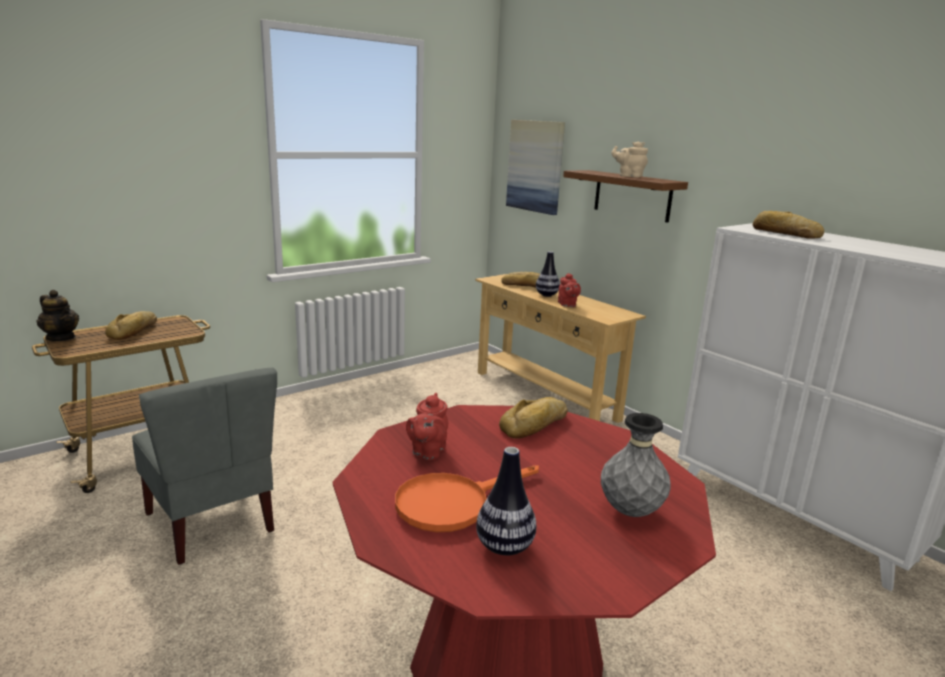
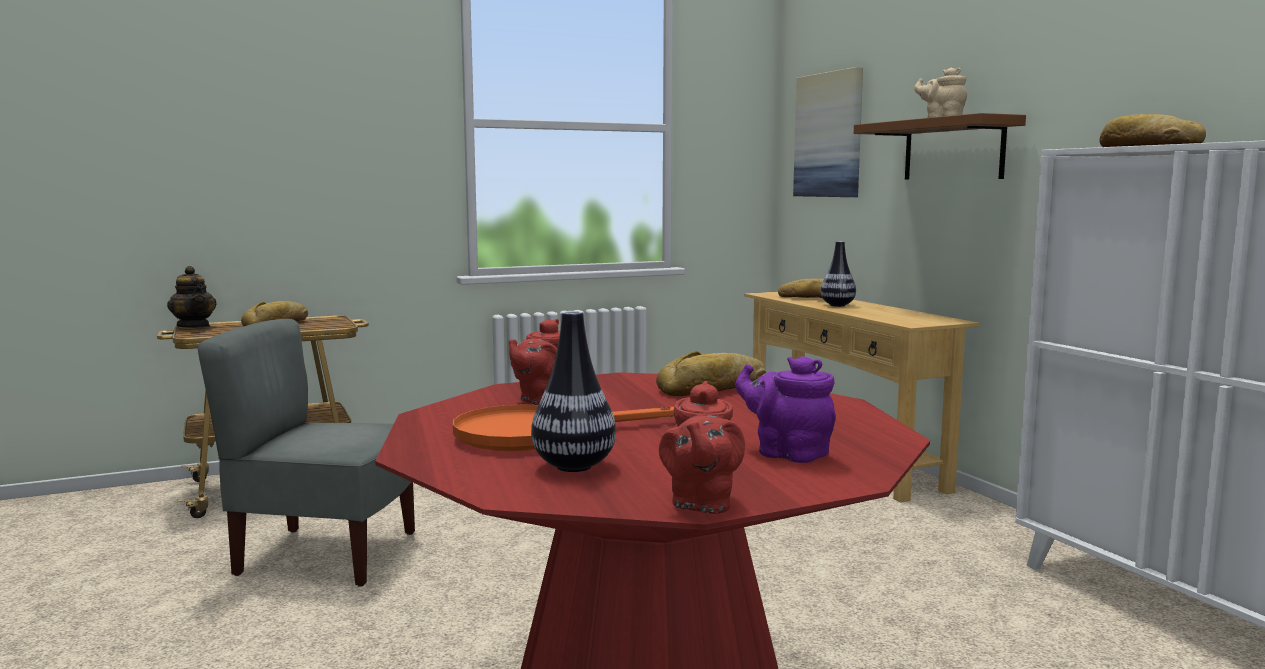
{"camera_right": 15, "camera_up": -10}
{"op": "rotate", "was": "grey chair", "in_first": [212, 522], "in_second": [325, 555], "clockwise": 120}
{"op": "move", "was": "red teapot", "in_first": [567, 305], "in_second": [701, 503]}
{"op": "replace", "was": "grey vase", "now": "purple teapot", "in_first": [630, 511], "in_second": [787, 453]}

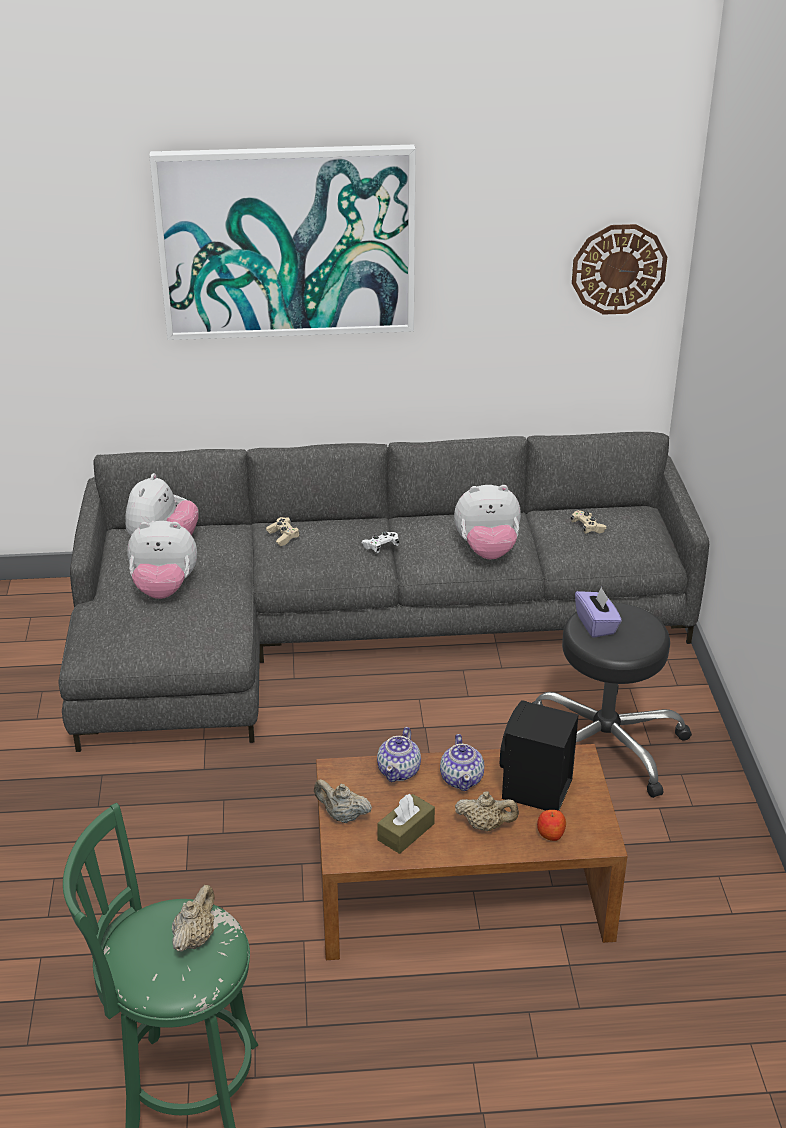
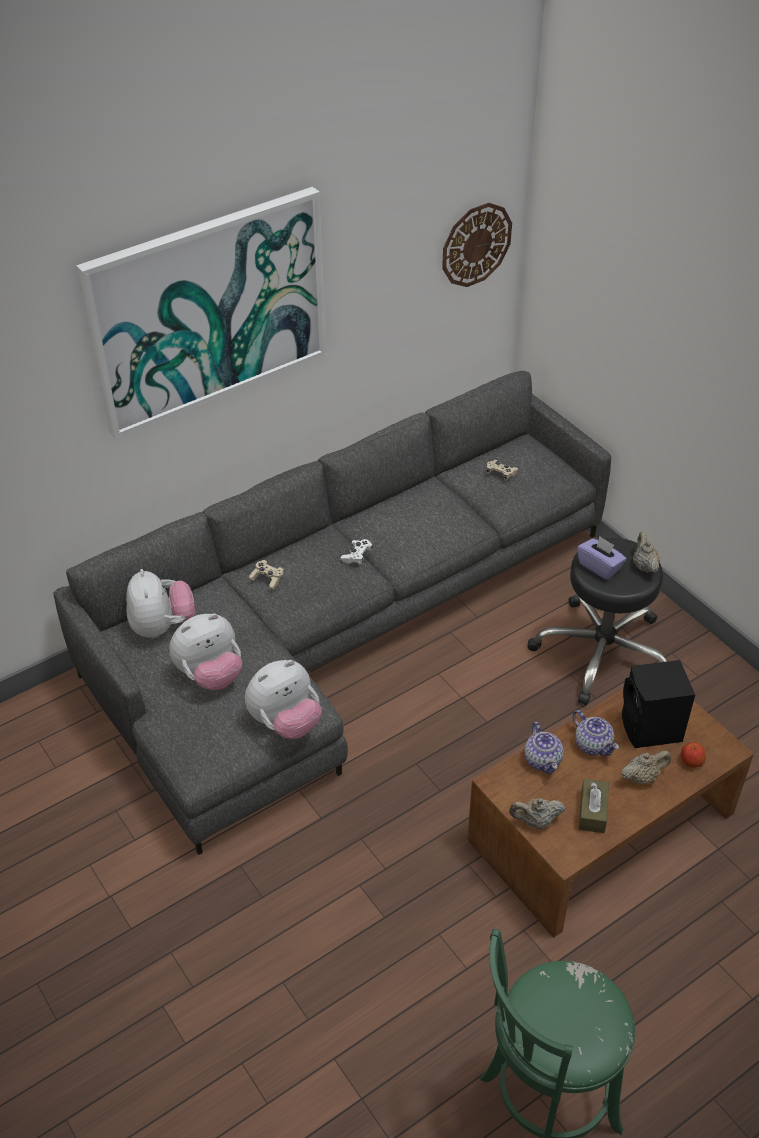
{"camera_right": -30, "camera_up": 10}
{"op": "move", "was": "plush toy", "in_first": [487, 551], "in_second": [285, 722]}
{"op": "move", "was": "beige teapot", "in_first": [195, 937], "in_second": [644, 565]}

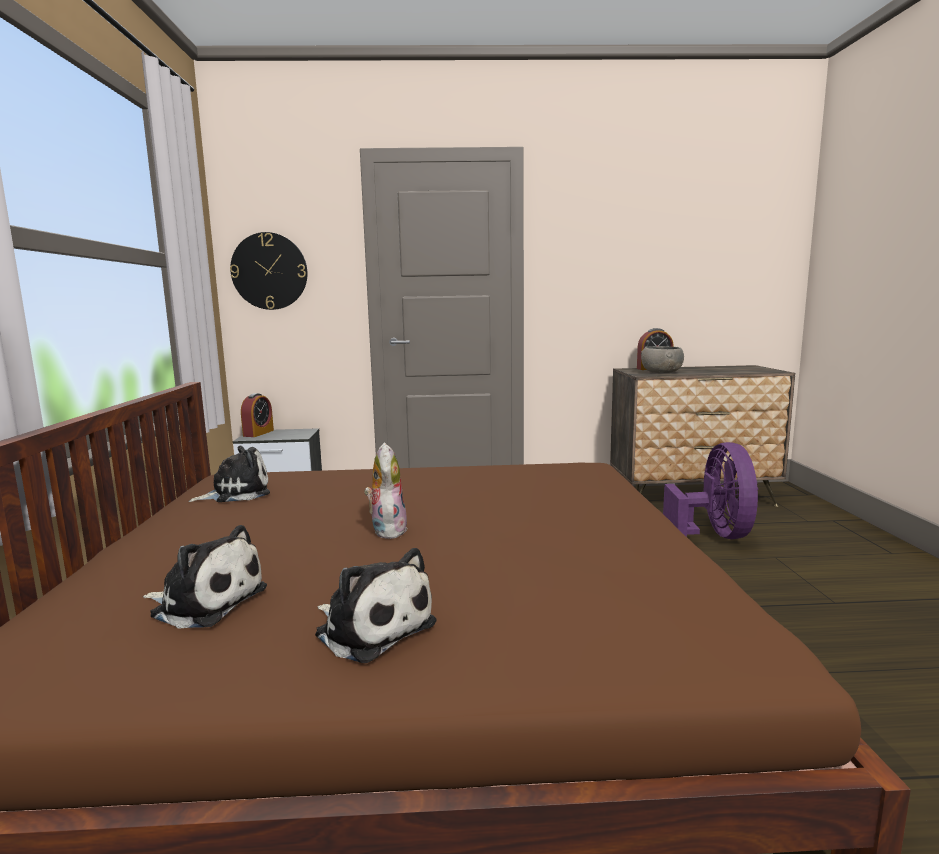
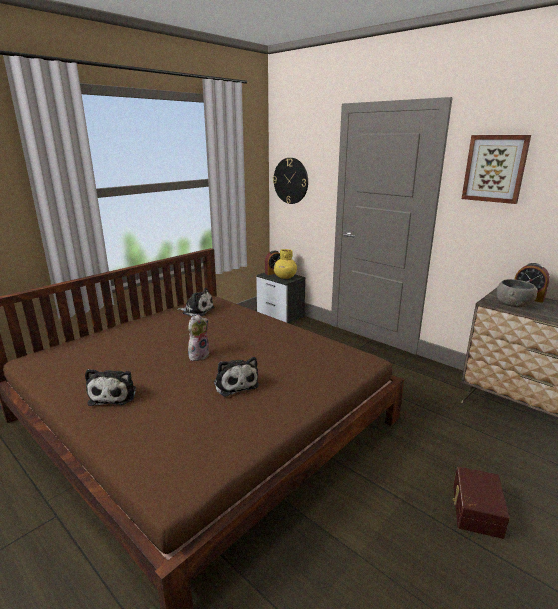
{"camera_right": 45, "camera_up": 10}
{"op": "move", "was": "plush toy", "in_first": [206, 602], "in_second": [235, 383]}
{"op": "insert", "now": "yellow vase", "in_second": [285, 277]}
{"op": "insert", "now": "brown storage box", "in_second": [475, 510]}
{"op": "insert", "now": "picture", "in_second": [495, 168]}
{"op": "delete", "was": "purple fan", "in_first": [714, 537]}

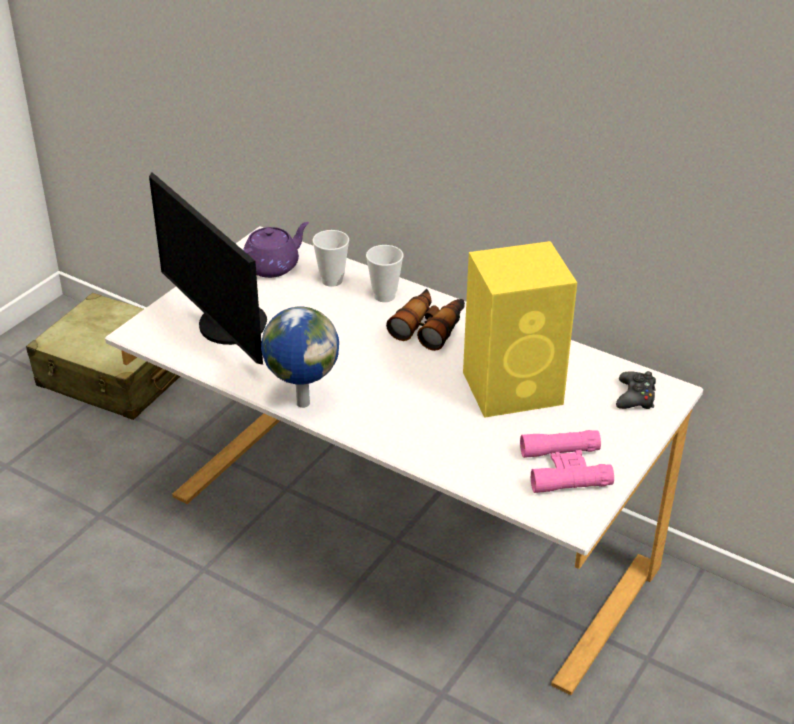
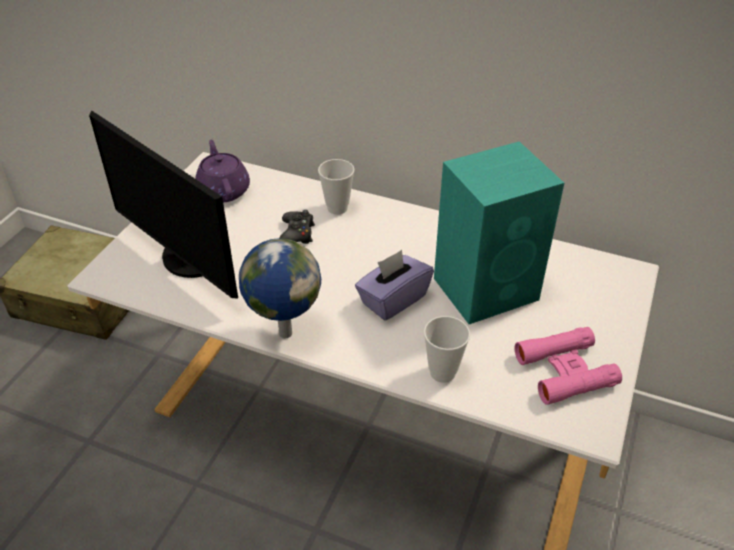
{"camera_right": -10, "camera_up": 5}
{"op": "rotate", "was": "purple teapot", "in_first": [272, 266], "in_second": [223, 190], "clockwise": -60}
{"op": "move", "was": "black game controller", "in_first": [635, 397], "in_second": [297, 234]}
{"op": "insert", "now": "purple tissue box", "in_second": [393, 299]}
{"op": "move", "was": "cup", "in_first": [332, 280], "in_second": [442, 372]}
{"op": "recolor", "was": "yellow speaker", "now": "turquoise speaker", "in_first": [515, 388], "in_second": [488, 288]}
{"op": "delete", "was": "binoculars", "in_first": [429, 326]}

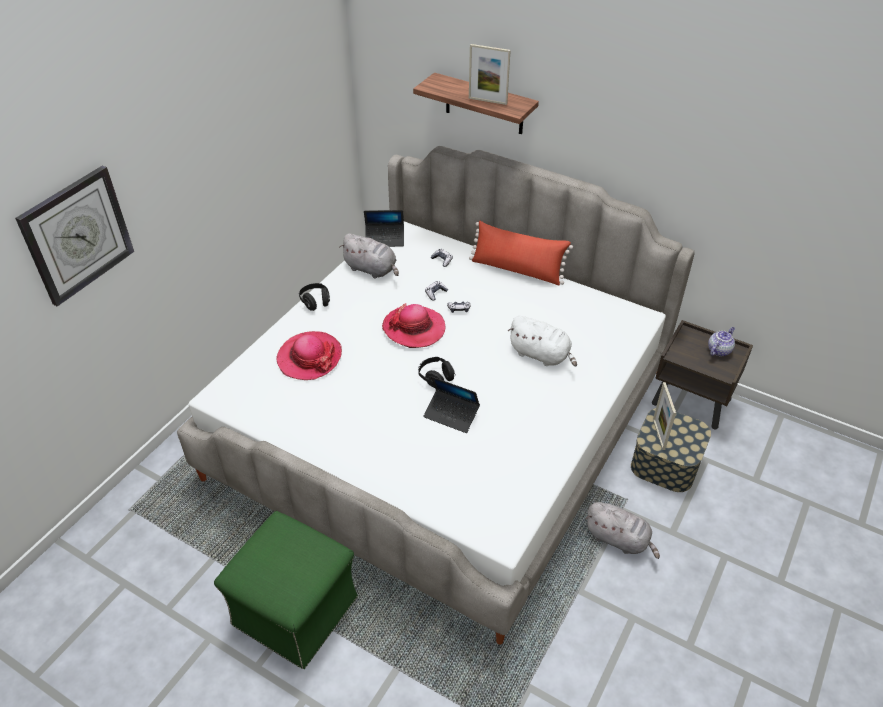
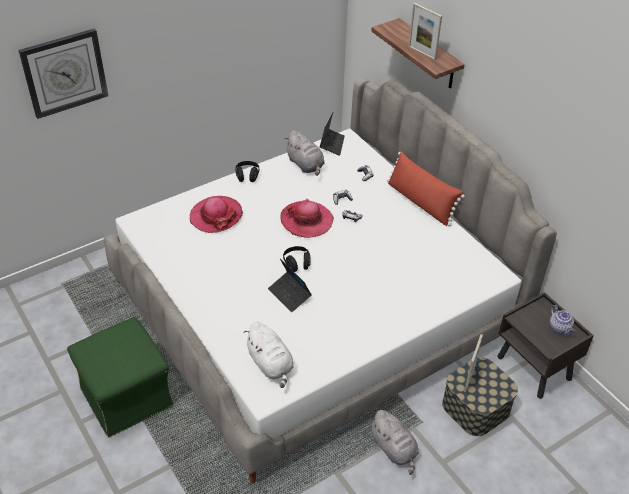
{"camera_right": 25, "camera_up": 0}
{"op": "move", "was": "white plush toy", "in_first": [541, 355], "in_second": [271, 364]}
{"op": "rotate", "was": "laptop", "in_first": [385, 239], "in_second": [332, 144], "clockwise": -105}
{"op": "rotate", "was": "teapot", "in_first": [719, 350], "in_second": [560, 328], "clockwise": 90}

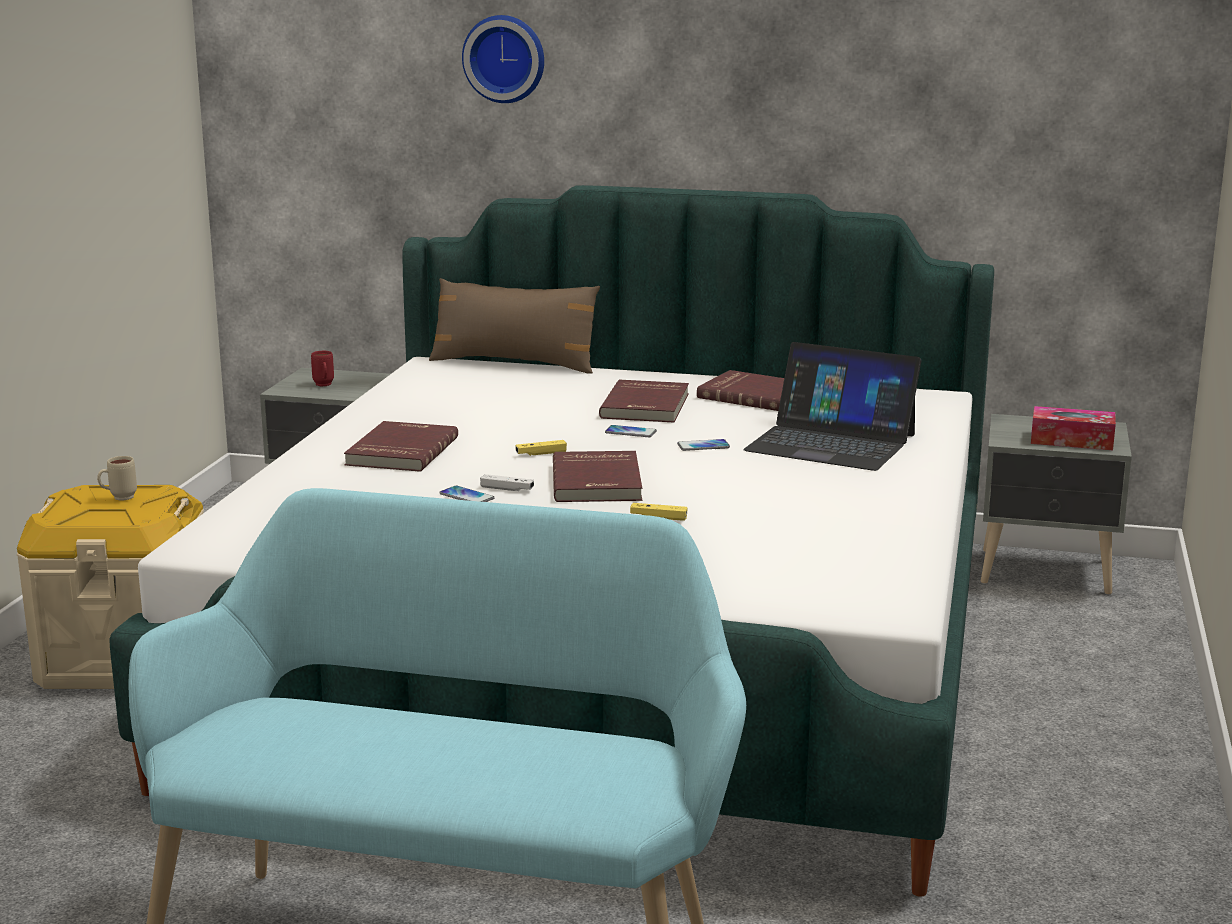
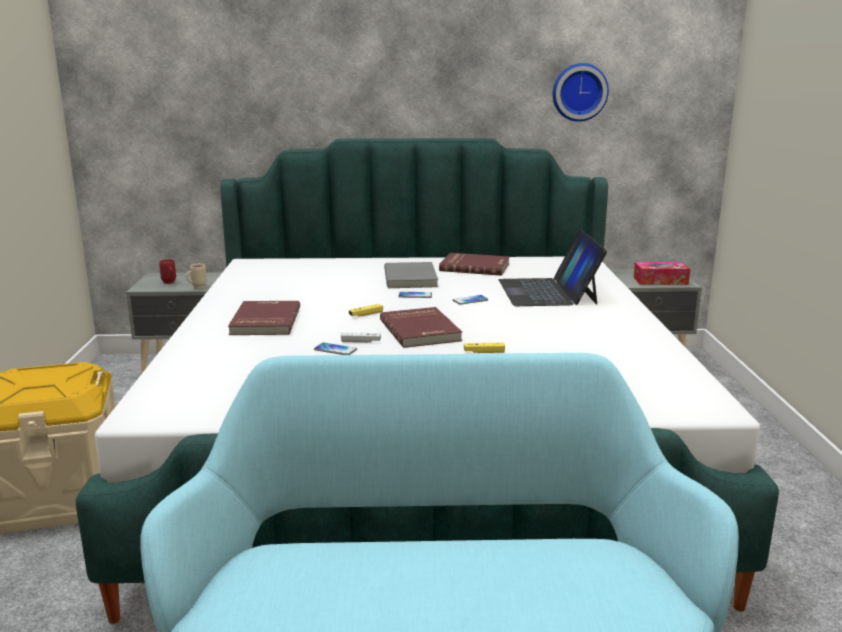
{"camera_right": -15, "camera_up": 0}
{"op": "move", "was": "beige mug", "in_first": [118, 498], "in_second": [196, 287]}
{"op": "recolor", "was": "red book", "now": "grey book", "in_first": [647, 406], "in_second": [412, 278]}
{"op": "rotate", "was": "laptop", "in_first": [831, 442], "in_second": [548, 292], "clockwise": 75}
{"op": "move", "was": "wall clock", "in_first": [505, 58], "in_second": [579, 92]}
{"op": "delete", "was": "brown pillow", "in_first": [514, 363]}

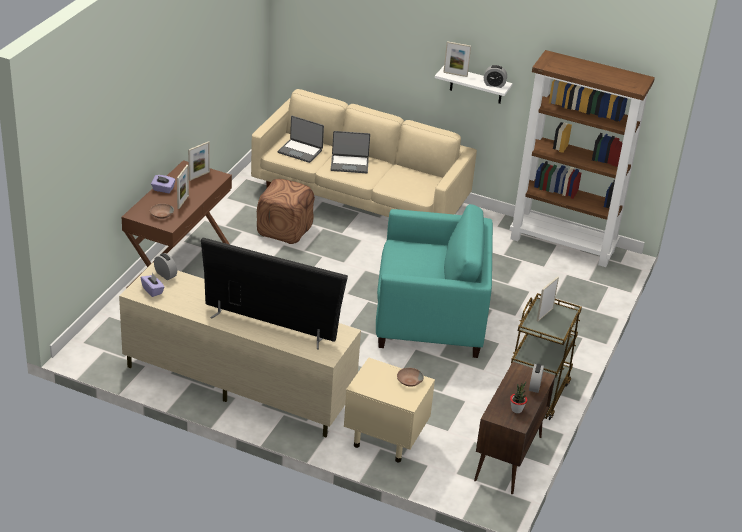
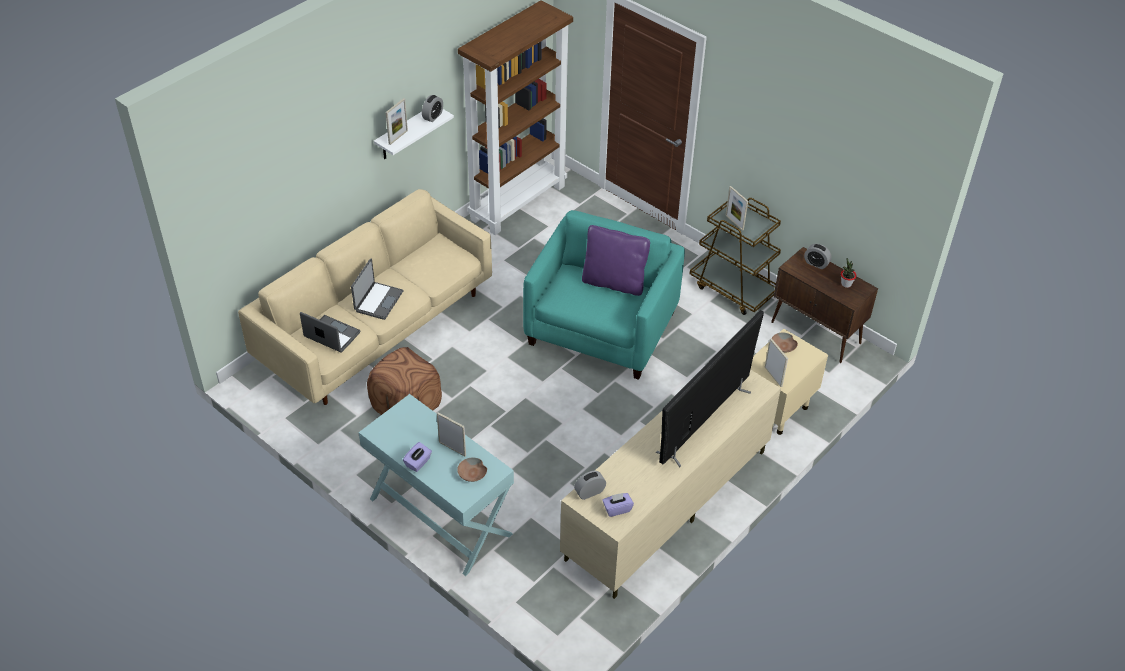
{"camera_right": -70, "camera_up": 10}
{"op": "rotate", "was": "laptop", "in_first": [300, 151], "in_second": [331, 335], "clockwise": -105}
{"op": "recolor", "was": "brown console table", "now": "turquoise console table", "in_first": [179, 266], "in_second": [440, 516]}
{"op": "insert", "now": "purple pillow", "in_second": [614, 282]}
{"op": "move", "was": "picture frame", "in_first": [199, 176], "in_second": [773, 376]}

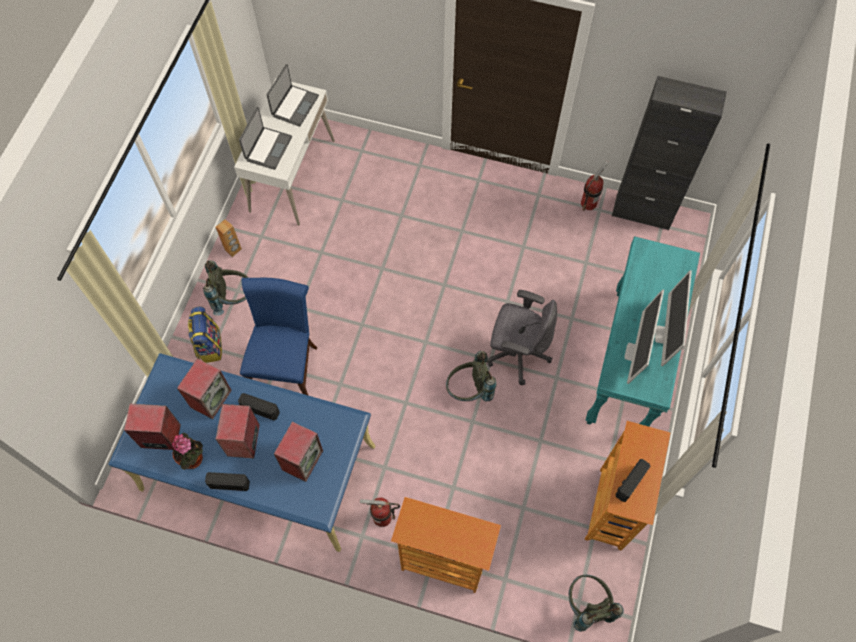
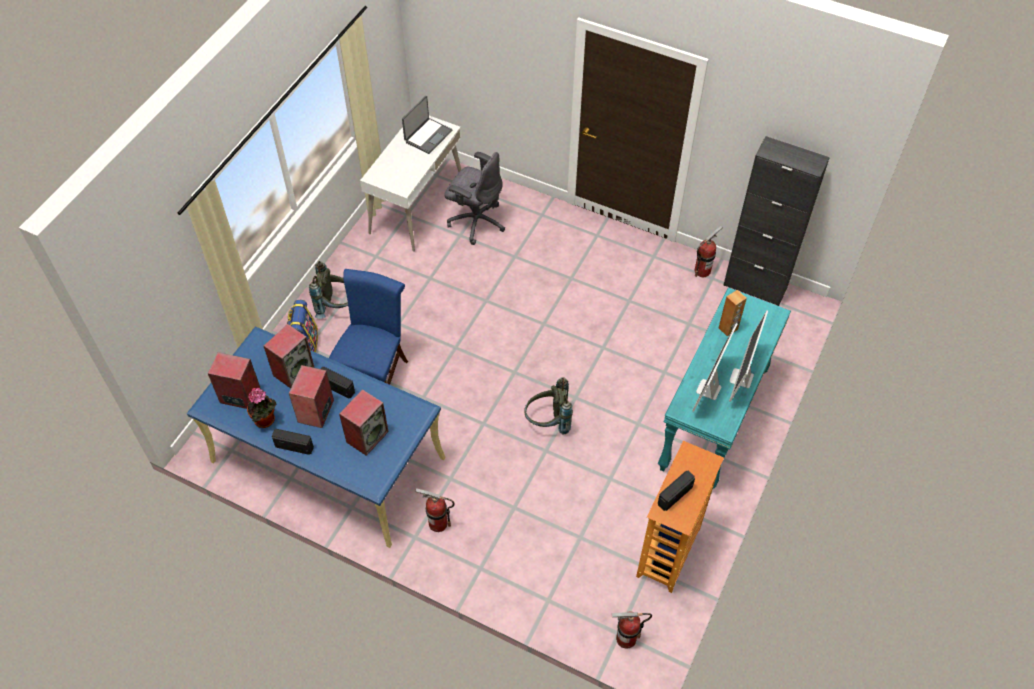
{"camera_right": 10, "camera_up": -10}
{"op": "move", "was": "grey office chair", "in_first": [517, 353], "in_second": [476, 221]}
{"op": "replace", "was": "grey backpack", "now": "fire extinguisher", "in_first": [587, 605], "in_second": [626, 638]}
{"op": "move", "was": "brown speaker", "in_first": [233, 249], "in_second": [728, 329]}
{"op": "delete", "was": "laptop", "in_first": [268, 148]}
{"op": "delete", "was": "bookcase", "in_first": [443, 564]}

